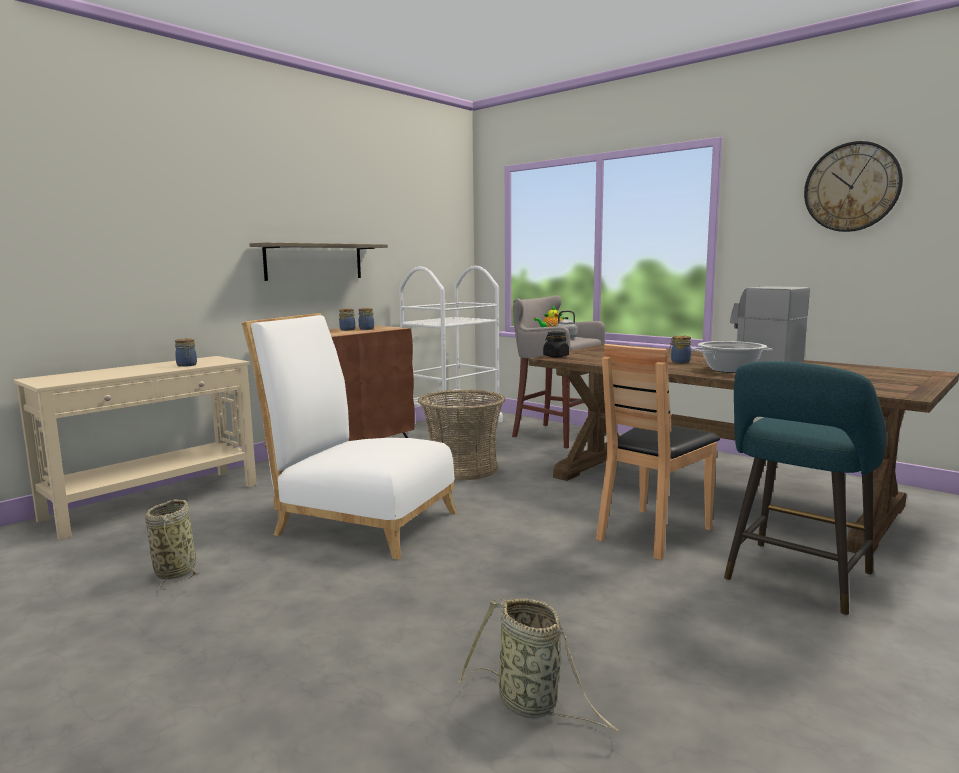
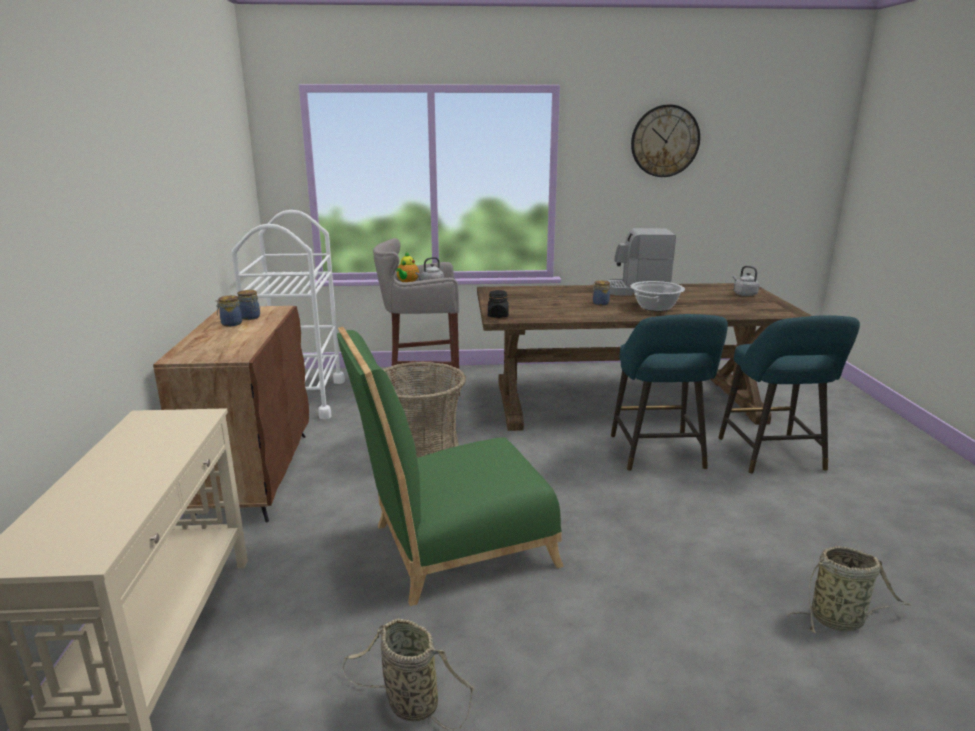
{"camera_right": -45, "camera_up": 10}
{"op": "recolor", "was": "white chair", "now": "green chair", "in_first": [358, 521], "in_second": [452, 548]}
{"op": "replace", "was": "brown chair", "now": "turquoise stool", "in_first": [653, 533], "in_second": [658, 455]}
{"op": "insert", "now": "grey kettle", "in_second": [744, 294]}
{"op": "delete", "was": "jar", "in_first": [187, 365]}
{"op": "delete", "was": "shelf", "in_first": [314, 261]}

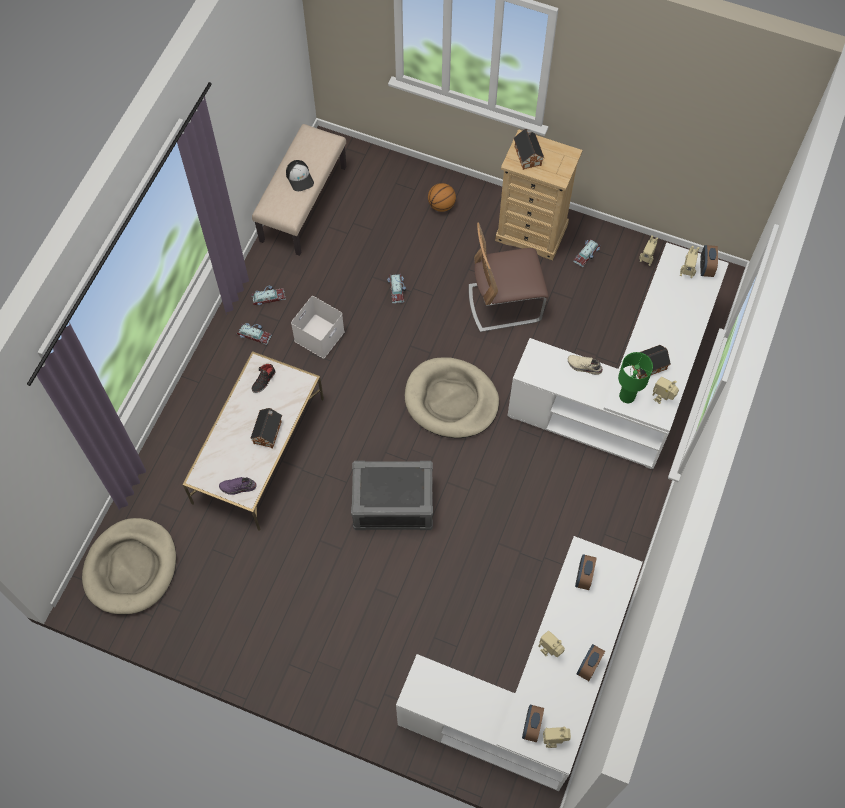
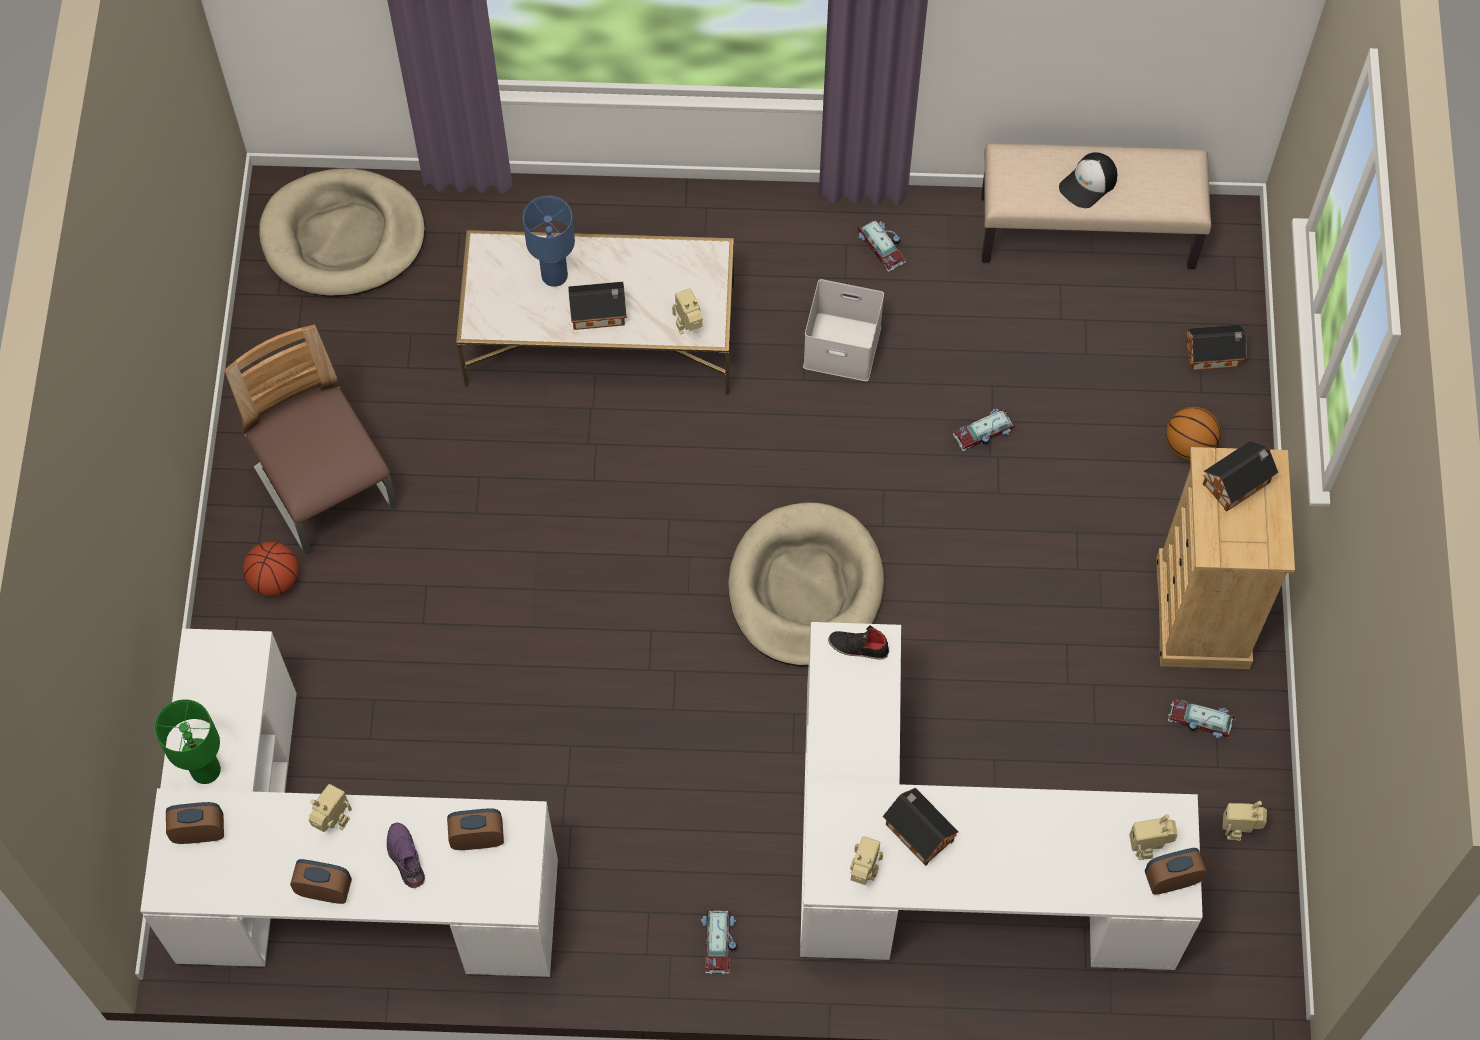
{"camera_right": 70, "camera_up": 0}
{"op": "move", "was": "green table lamp", "in_first": [626, 396], "in_second": [205, 770]}
{"op": "move", "was": "chair", "in_first": [504, 303], "in_second": [326, 489]}
{"op": "insert", "now": "basketball", "in_second": [275, 580]}
{"op": "move", "was": "purple shoe", "in_first": [238, 487], "in_second": [405, 858]}
{"op": "insert", "now": "blue table lamp", "in_second": [553, 275]}
{"op": "move", "was": "toy robot", "in_first": [554, 740], "in_second": [690, 329]}
{"op": "move", "was": "toy car", "in_first": [254, 334], "in_second": [719, 941]}
{"op": "move", "was": "black shoe", "in_first": [264, 381], "in_second": [858, 647]}
{"op": "insert", "now": "toy house", "in_second": [1215, 354]}
{"op": "delete", "was": "grey storage box", "in_first": [392, 504]}
{"op": "delete", "was": "beige shoe", "in_first": [584, 367]}

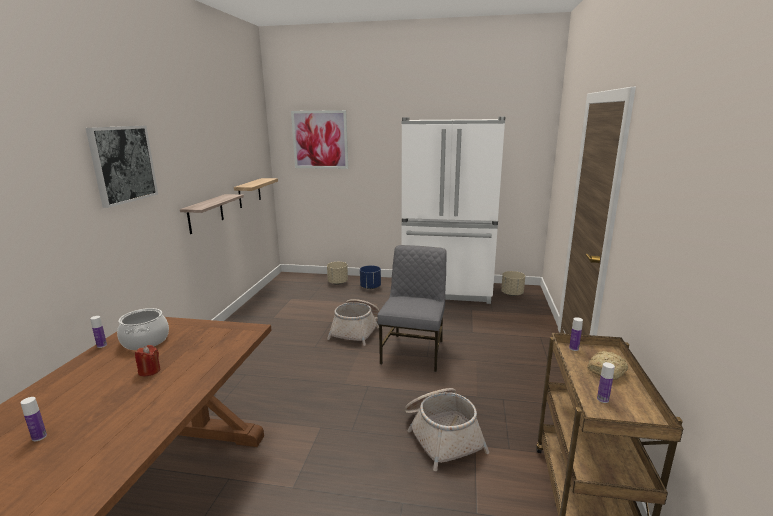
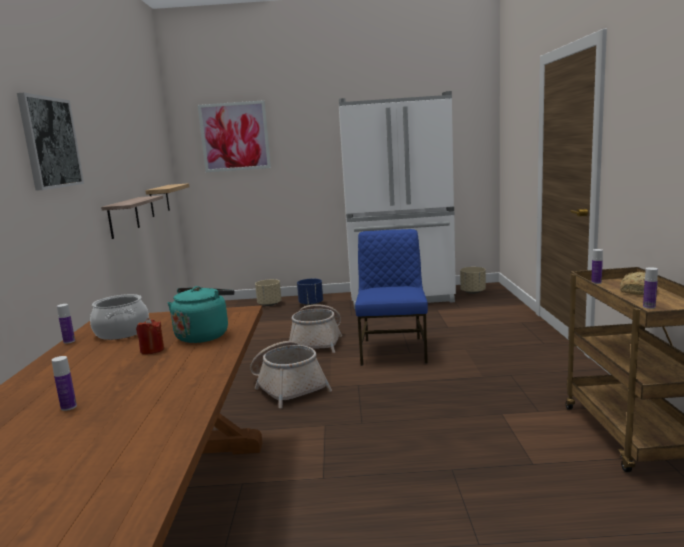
{"camera_right": -10, "camera_up": -5}
{"op": "insert", "now": "turquoise kettle", "in_second": [204, 335]}
{"op": "move", "was": "basket", "in_first": [441, 434], "in_second": [288, 386]}
{"op": "recolor", "was": "grey chair", "now": "blue chair", "in_first": [414, 351], "in_second": [393, 350]}

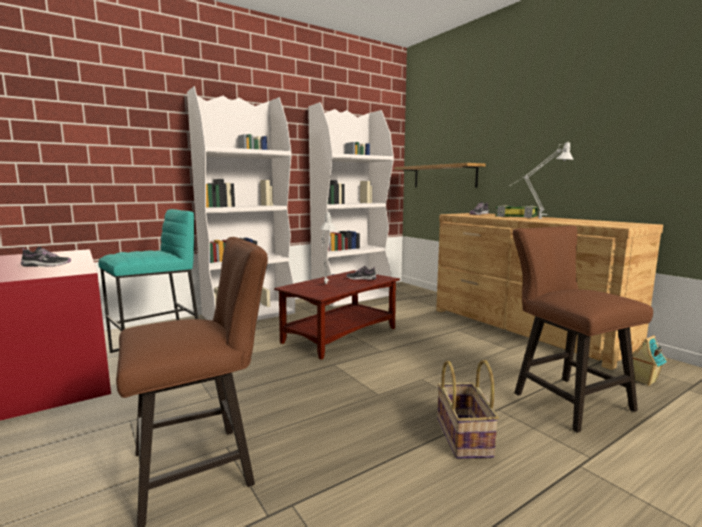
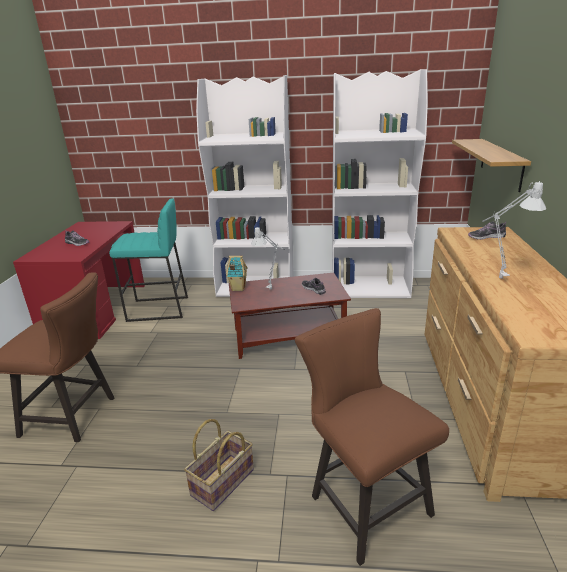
{"camera_right": 40, "camera_up": 15}
{"op": "move", "was": "toy house", "in_first": [643, 381], "in_second": [238, 288]}
{"op": "rotate", "was": "brown chair", "in_first": [564, 399], "in_second": [363, 500], "clockwise": -45}
{"op": "delete", "was": "book", "in_first": [516, 216]}

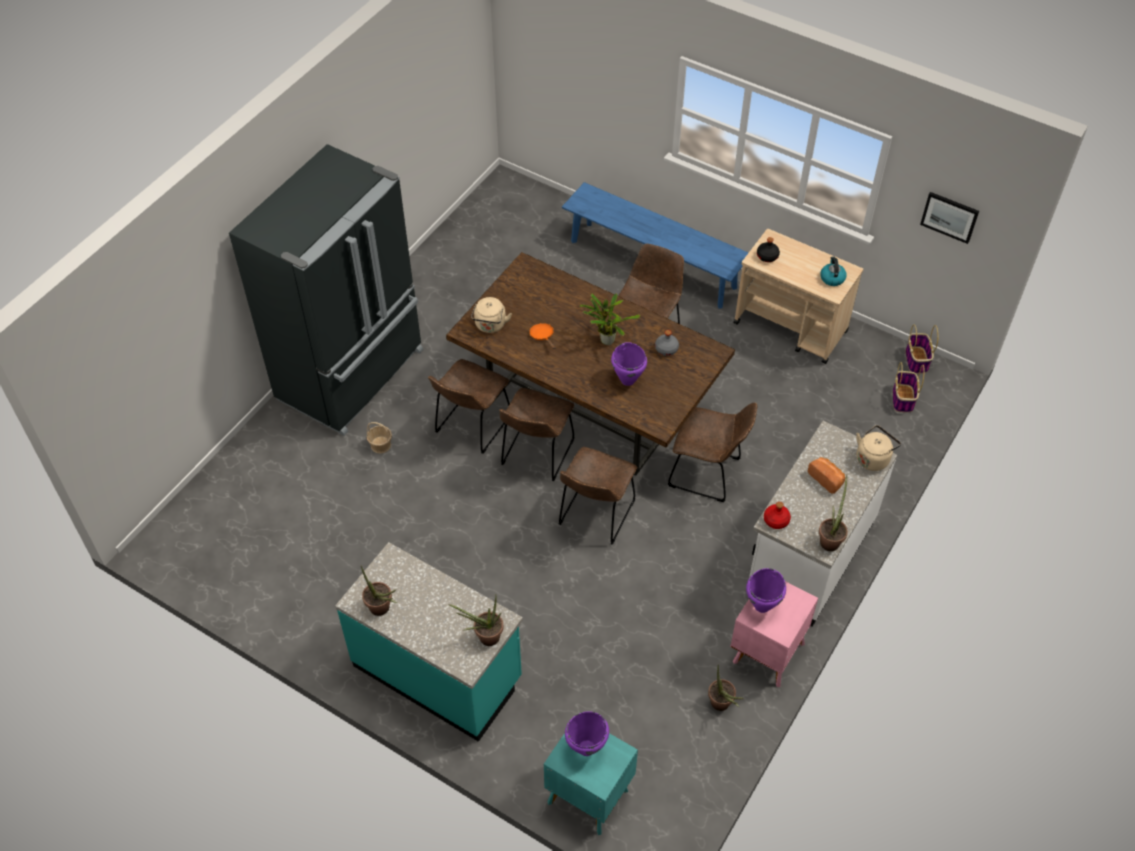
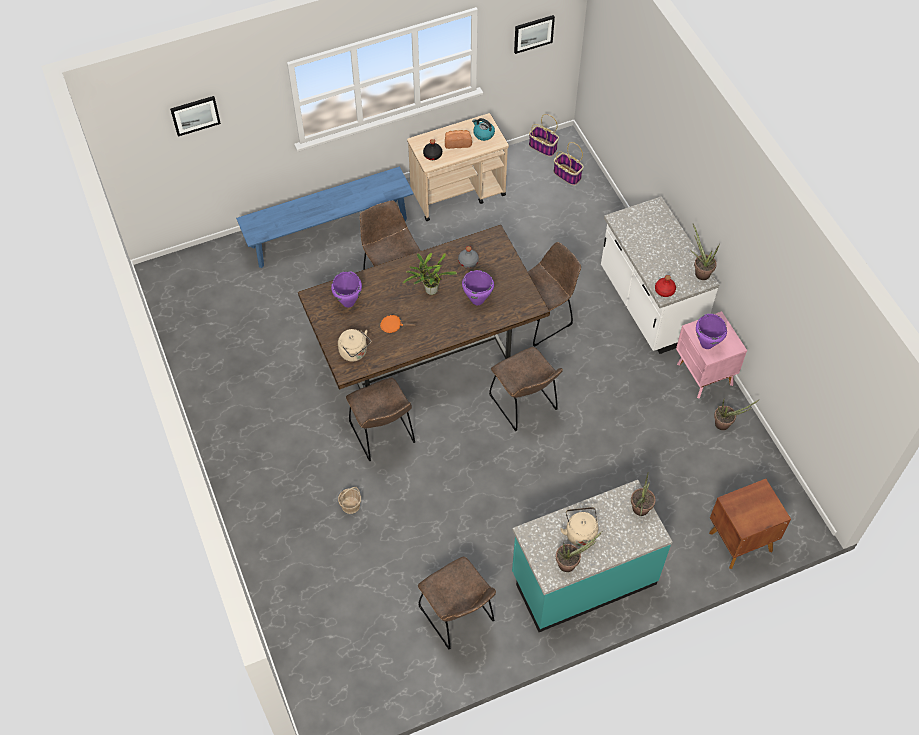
{"camera_right": -55, "camera_up": 5}
{"op": "insert", "now": "picture", "in_second": [195, 115]}
{"op": "move", "was": "purple cooking pot", "in_first": [587, 748], "in_second": [348, 302]}
{"op": "move", "was": "brown chair", "in_first": [536, 455], "in_second": [458, 617]}
{"op": "move", "was": "bread", "in_first": [827, 479], "in_second": [457, 143]}
{"op": "move", "was": "beige kettle", "in_first": [873, 458], "in_second": [580, 532]}
{"op": "recolor", "was": "turquoise nightstand", "now": "brown nightstand", "in_first": [587, 794], "in_second": [739, 541]}
{"op": "delete", "was": "black fridge", "in_first": [353, 375]}

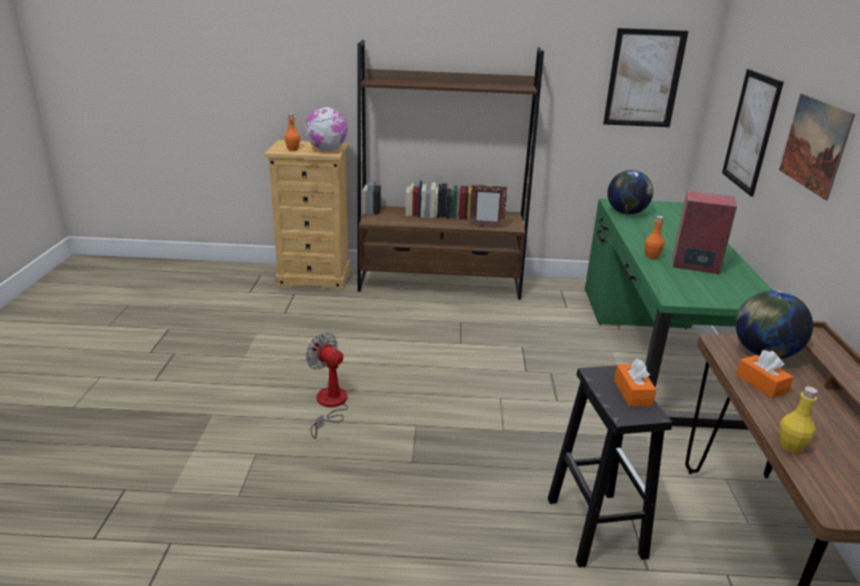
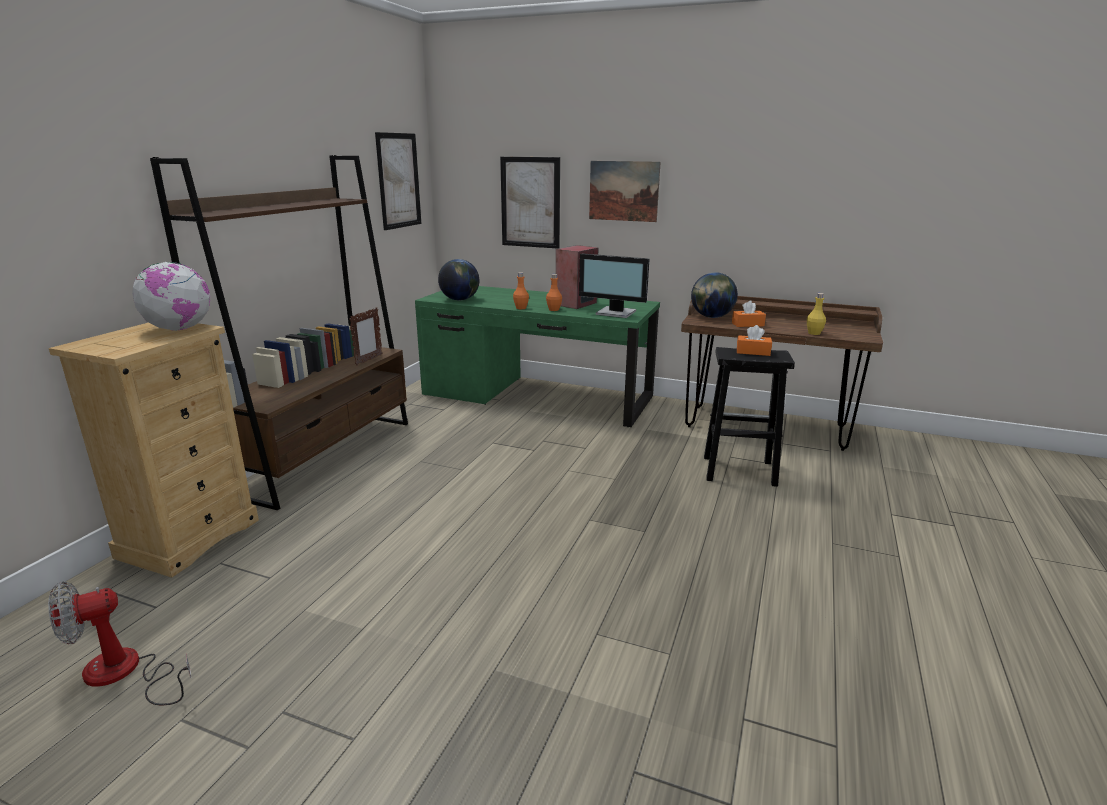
{"camera_right": -70, "camera_up": -5}
{"op": "move", "was": "fan", "in_first": [329, 405], "in_second": [124, 673]}
{"op": "move", "was": "orange bottle", "in_first": [293, 149], "in_second": [521, 308]}
{"op": "insert", "now": "monitor", "in_second": [616, 313]}

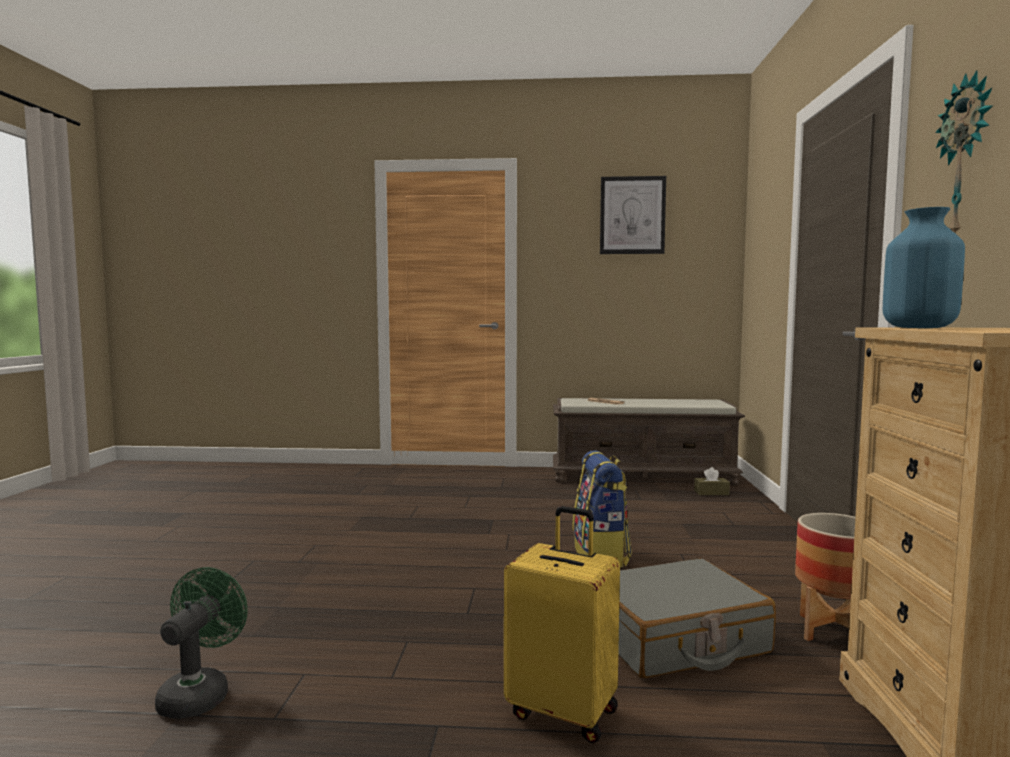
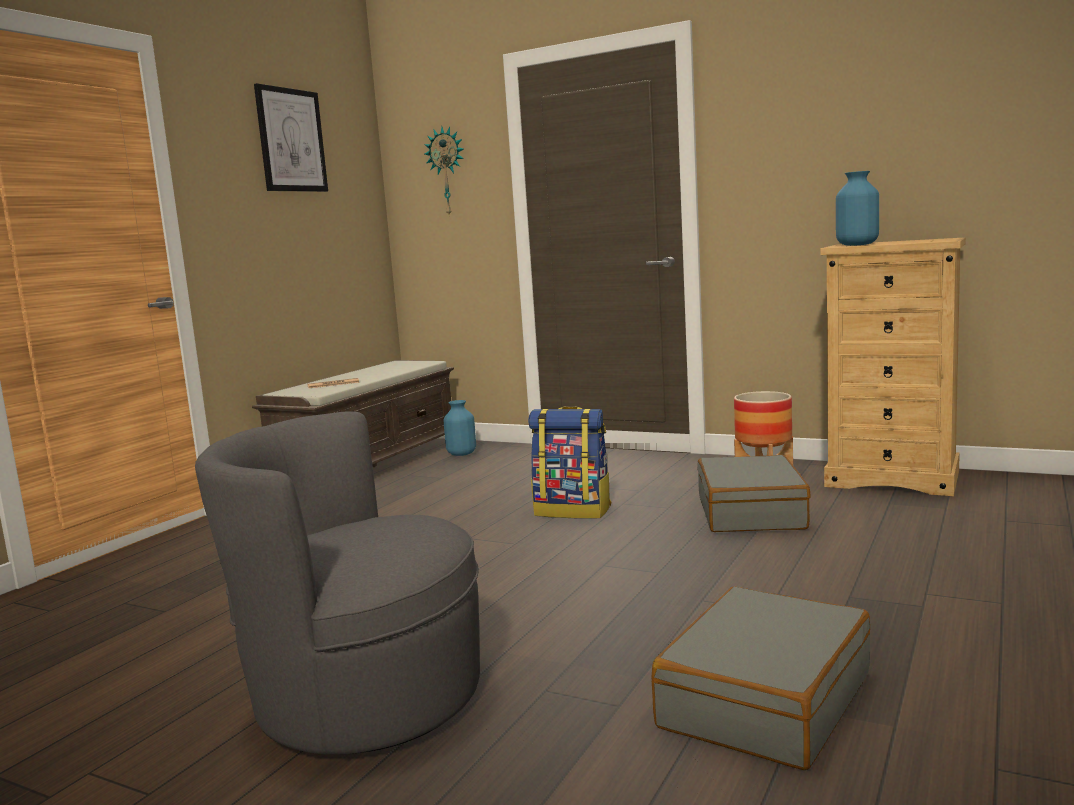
{"camera_right": -65, "camera_up": 5}
{"op": "insert", "now": "grey armchair", "in_second": [364, 697]}
{"op": "move", "was": "wall clock", "in_first": [966, 156], "in_second": [447, 171]}
{"op": "replace", "was": "brown tissue box", "now": "blue vase", "in_first": [711, 493], "in_second": [462, 454]}
{"op": "replace", "was": "green fan", "now": "grey suitcase", "in_first": [200, 693], "in_second": [764, 700]}
{"op": "delete", "was": "yellow suitcase", "in_first": [564, 711]}

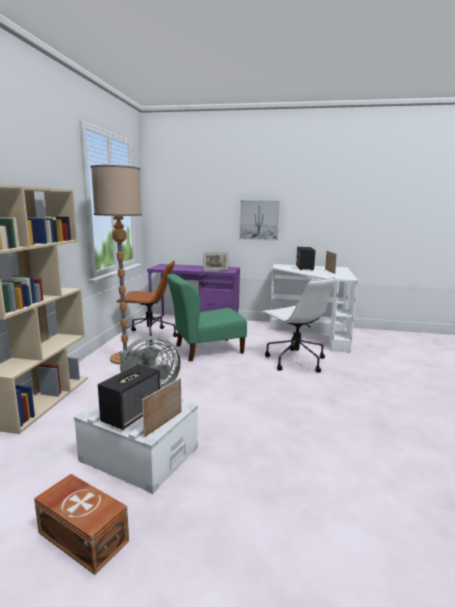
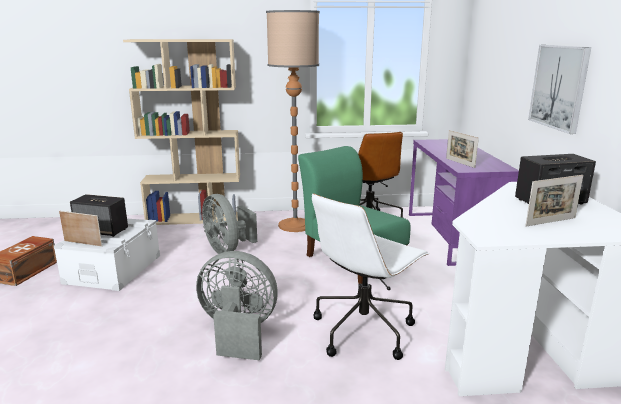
{"camera_right": 75, "camera_up": 5}
{"op": "insert", "now": "grey fan", "in_second": [238, 332]}

